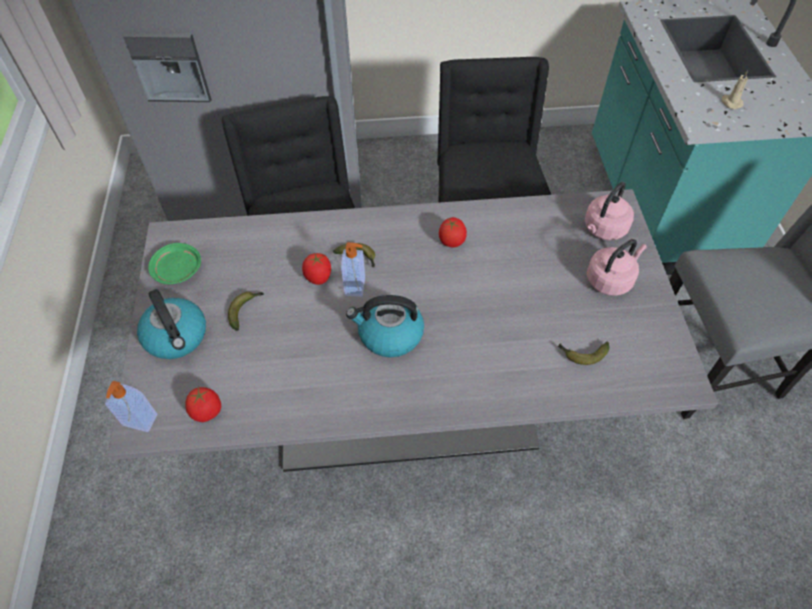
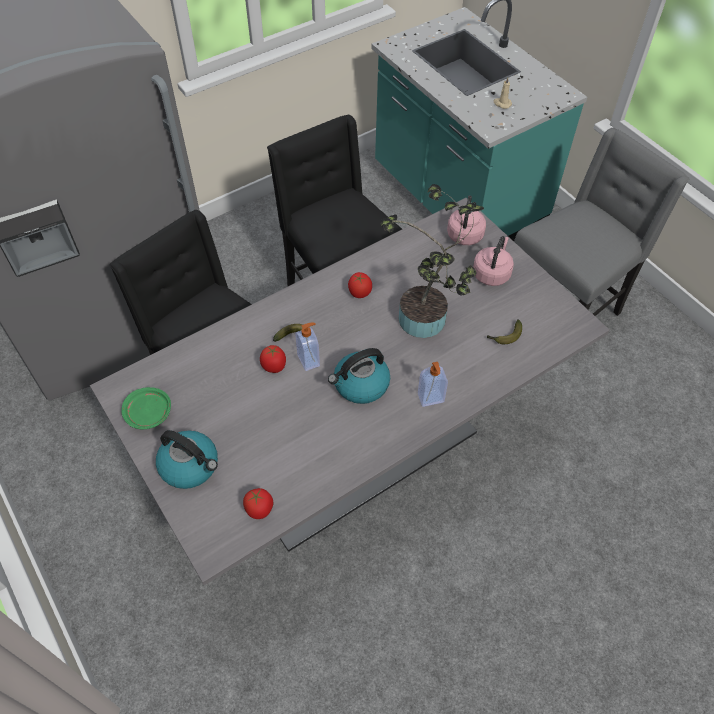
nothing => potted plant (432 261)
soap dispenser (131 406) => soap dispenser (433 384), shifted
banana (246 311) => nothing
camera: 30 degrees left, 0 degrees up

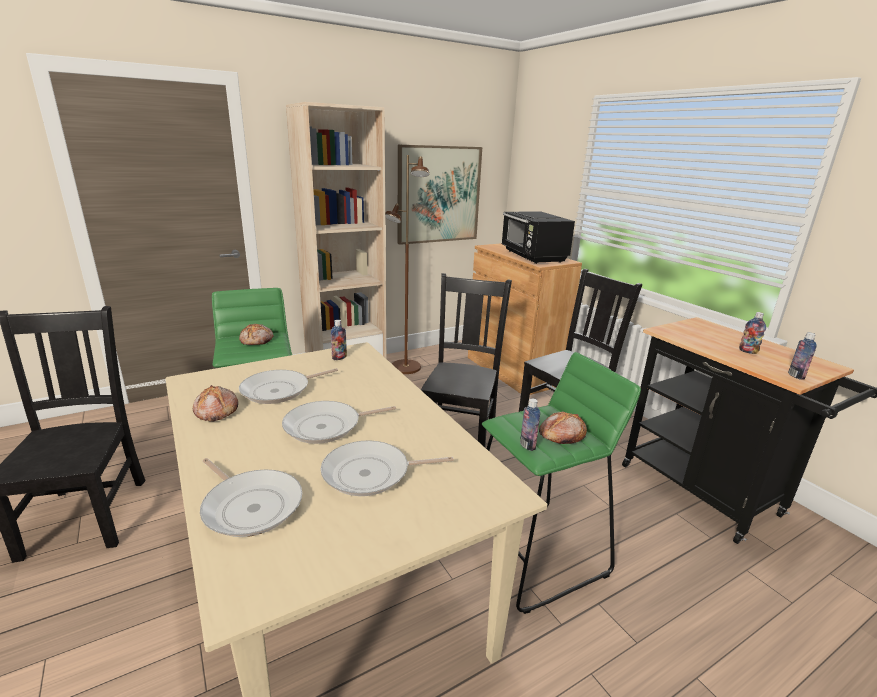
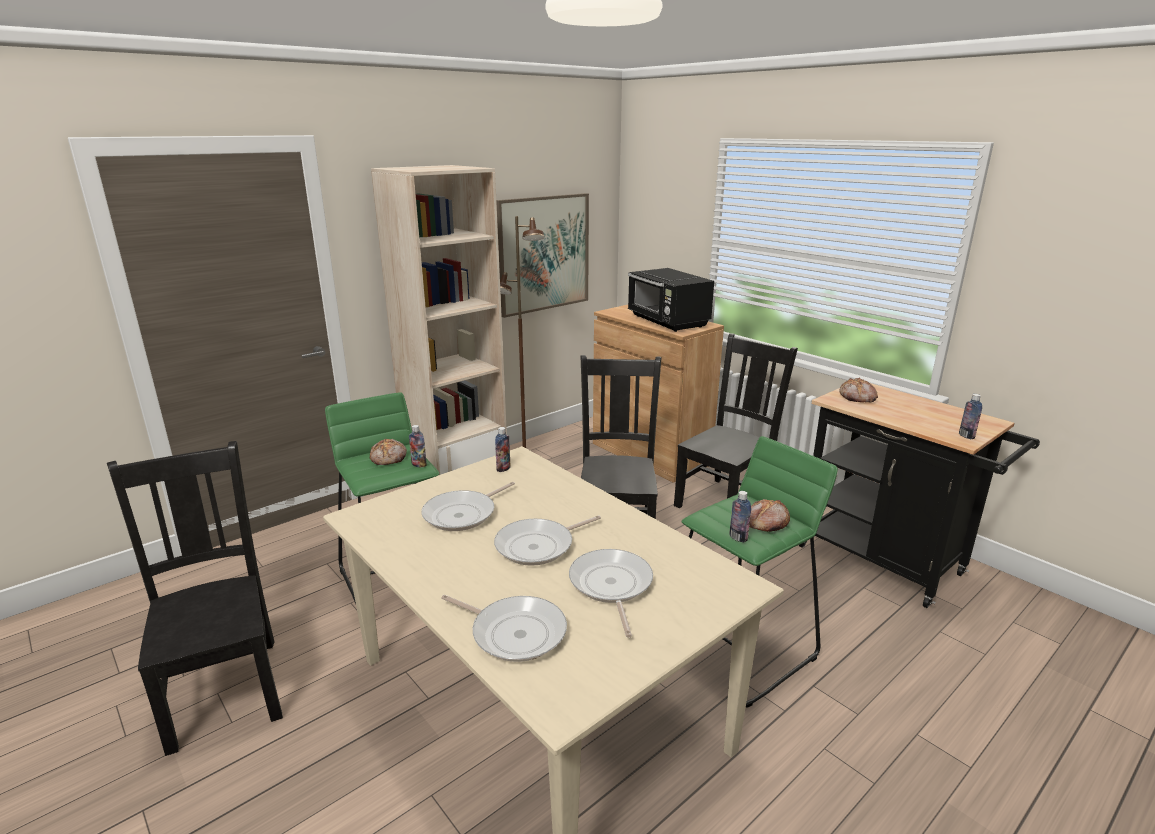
bottle (752 333) => bottle (418 446), shifted
frying pan (387 468) => frying pan (611 593), 105 degrees clockwise
bread (215 403) => bread (859 390), shifted
camera: 10 degrees left, 0 degrees up

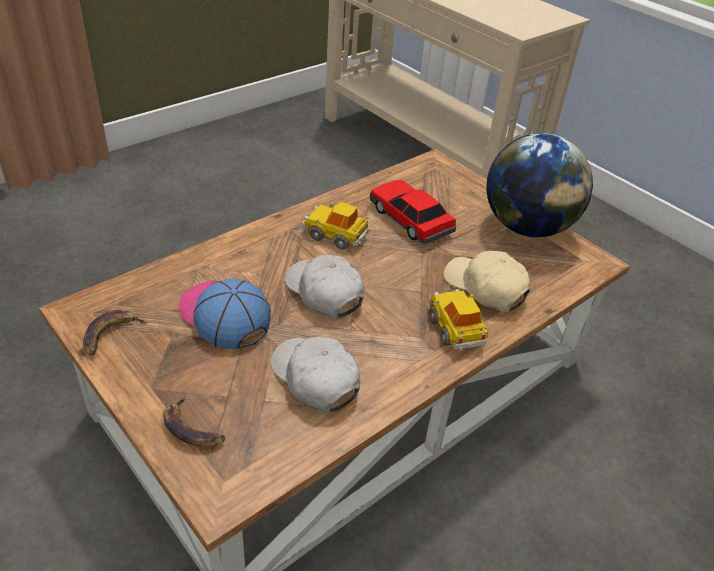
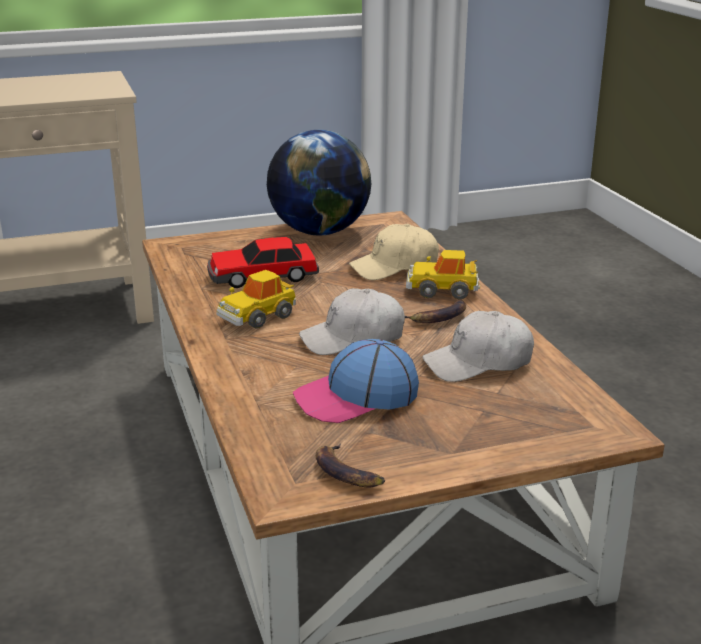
banana (194 421) => banana (435 311), shifted
camera: 65 degrees left, 15 degrees down

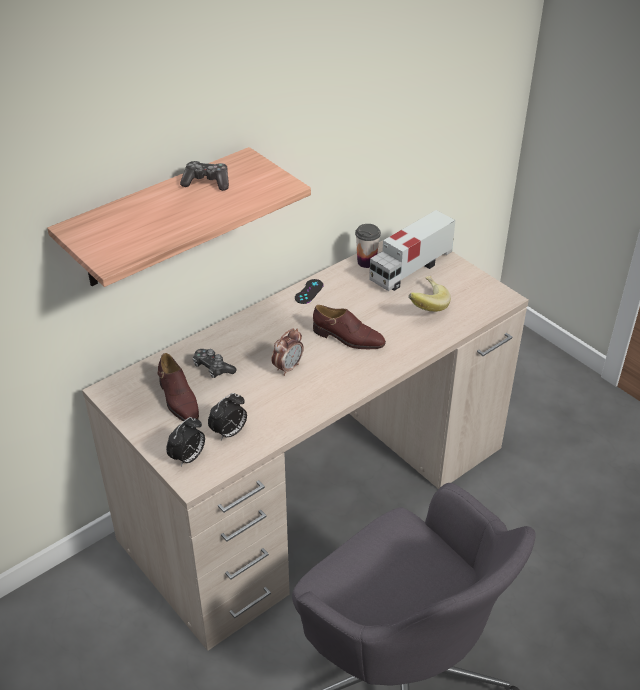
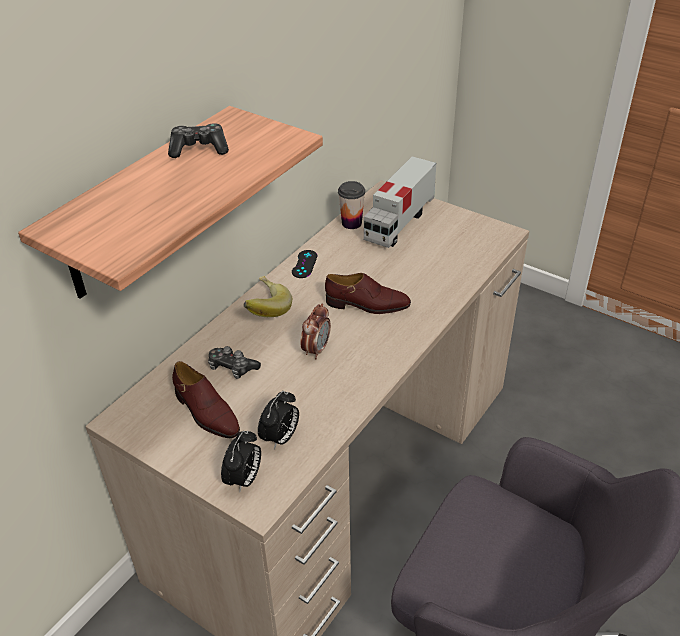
banana (429 294) => banana (267 296), shifted
camera: 15 degrees left, 0 degrees up

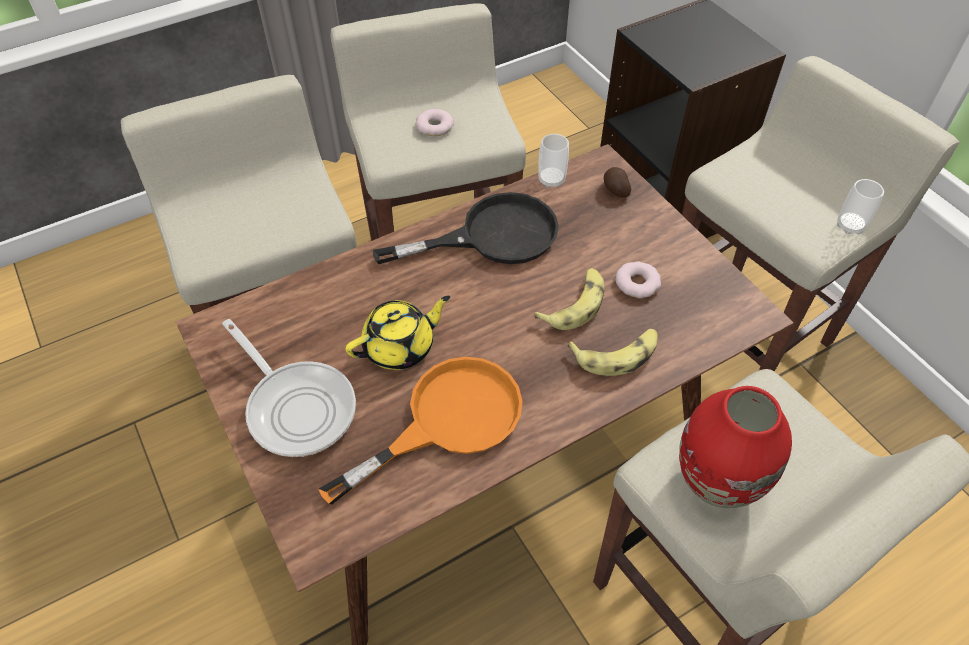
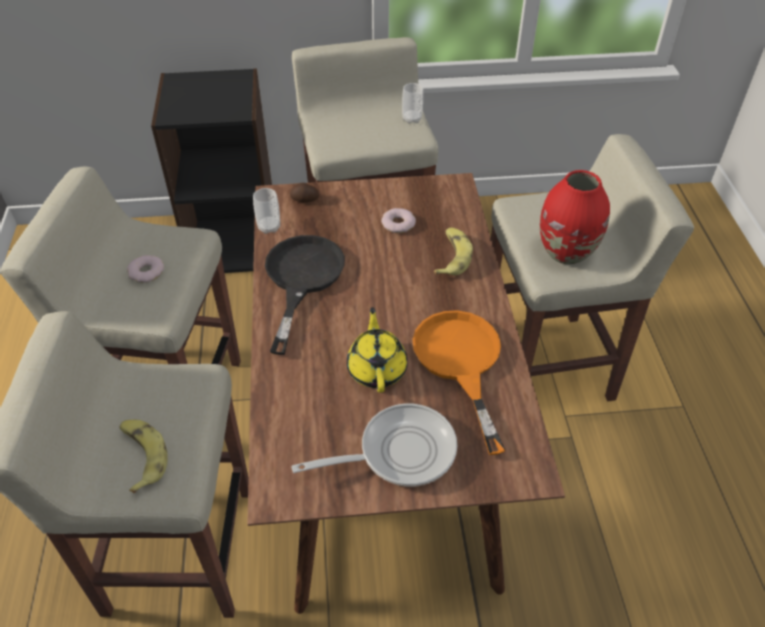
banana (569 299) => banana (143 456), shifted
camera: 65 degrees left, 5 degrees down

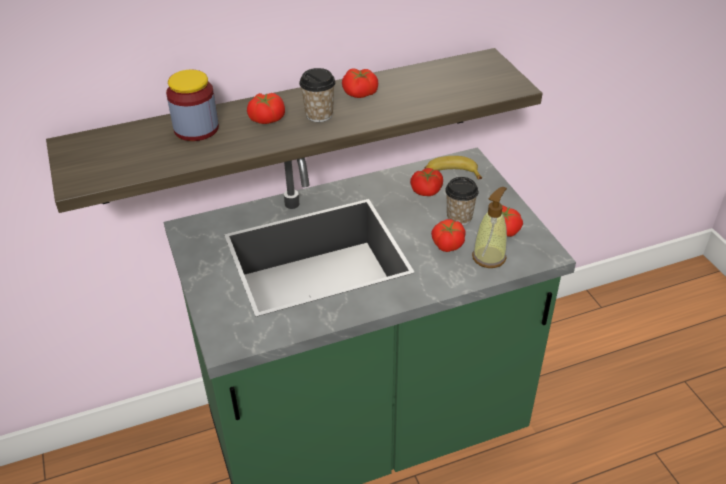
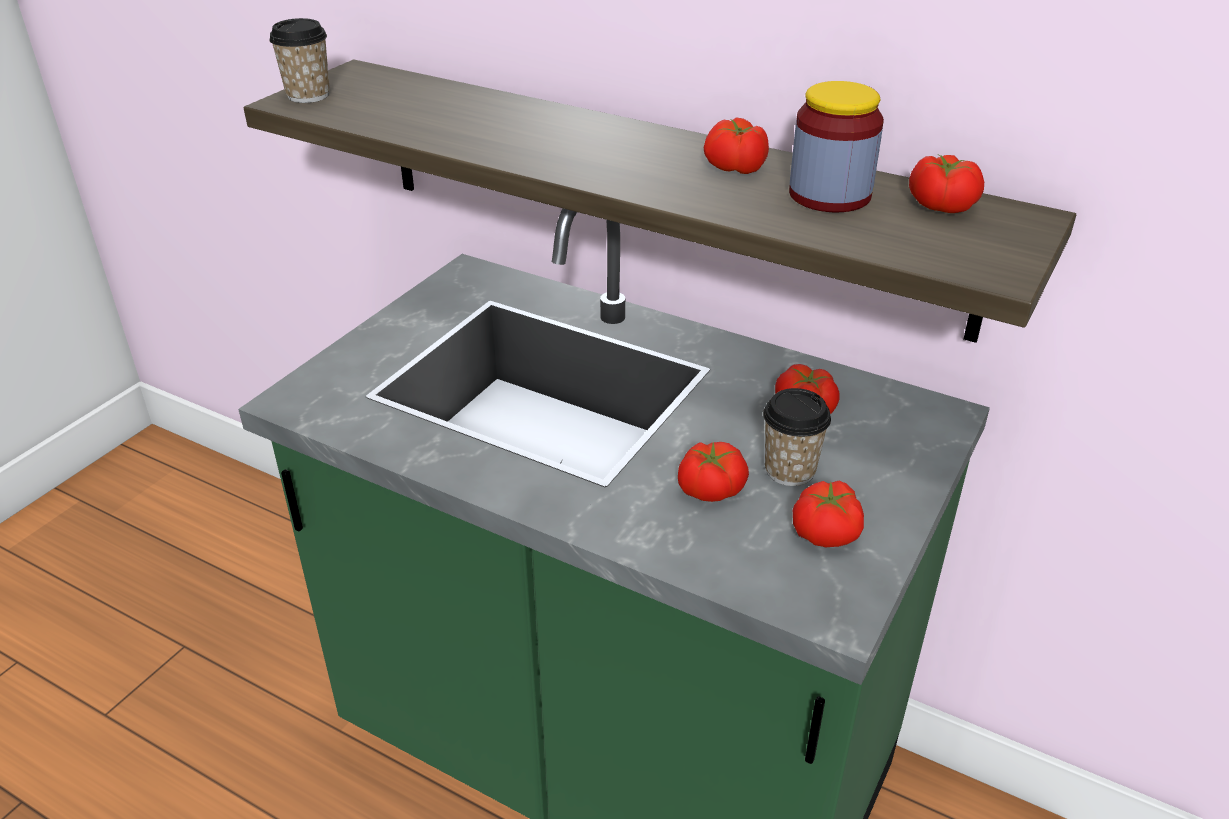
cup (317 95) => cup (299 60), shifted
jar (192 105) => jar (836 146), shifted
tomato (266 108) => tomato (946 184), shifted
banana (453 167) => nothing
soap dispenser (489 227) => nothing
camera: 50 degrees right, 5 degrees down

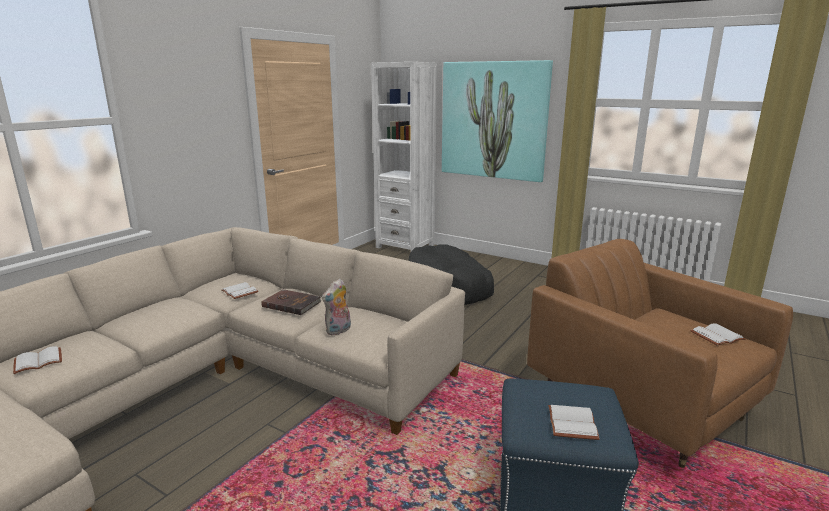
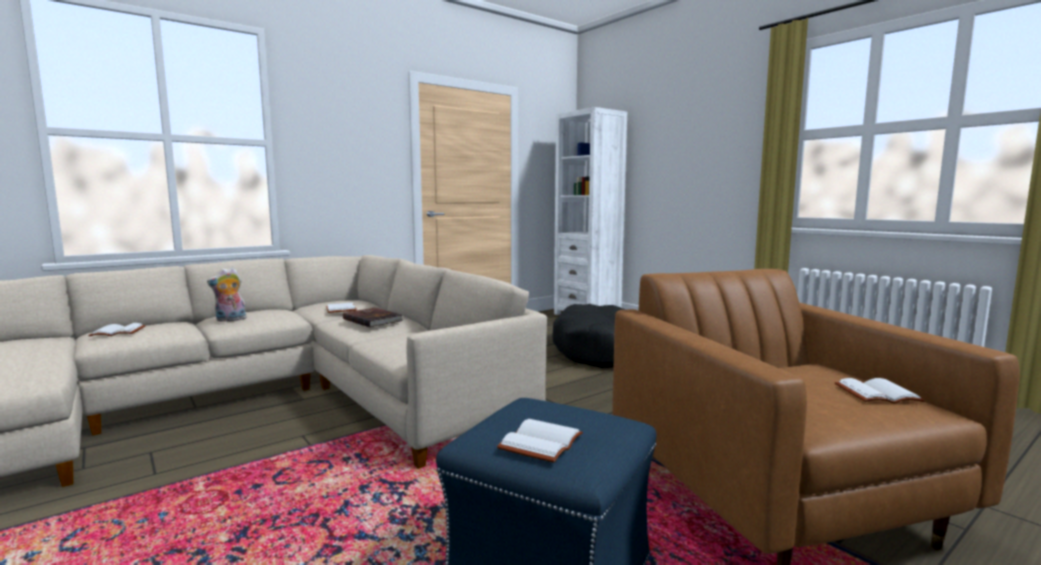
plush toy (336 307) => plush toy (227 295), shifted
picture (497 121) => nothing
camera: 20 degrees right, 10 degrees down

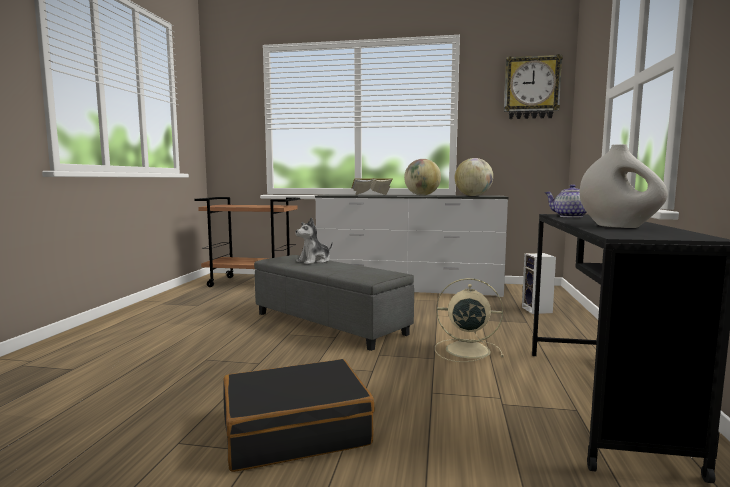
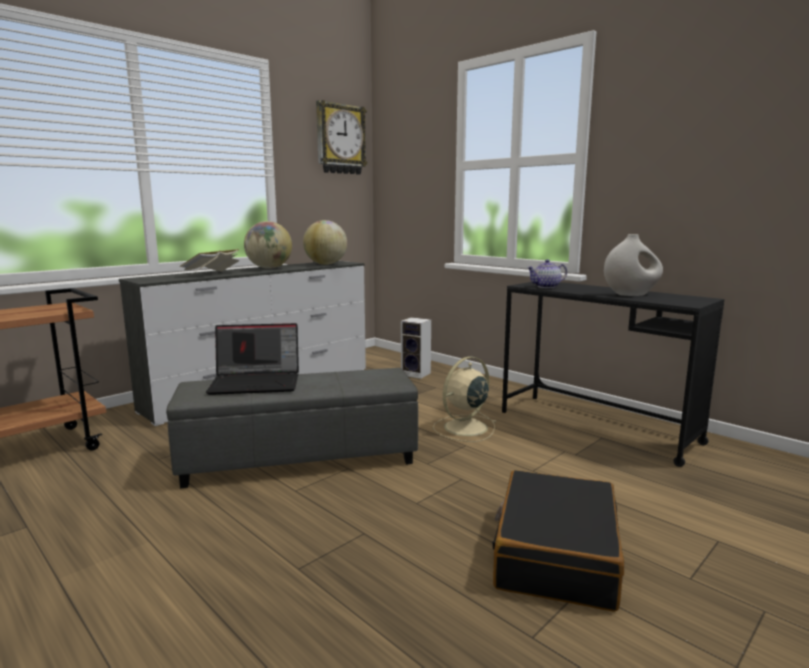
plush toy (314 240) => laptop (252 359)
camera: 55 degrees left, 5 degrees up

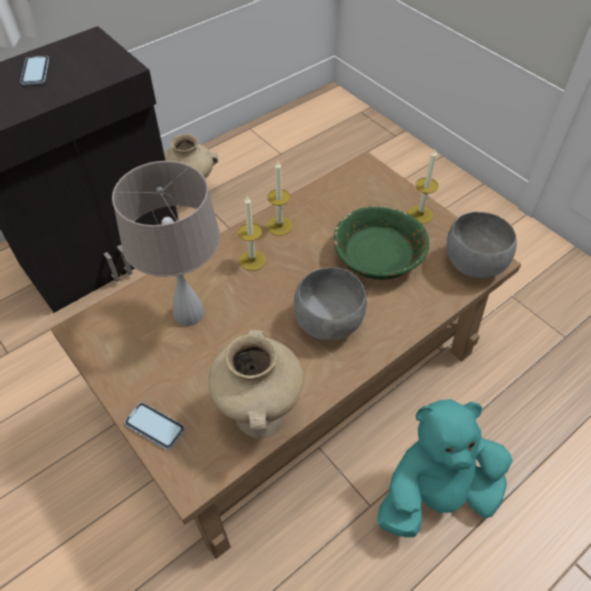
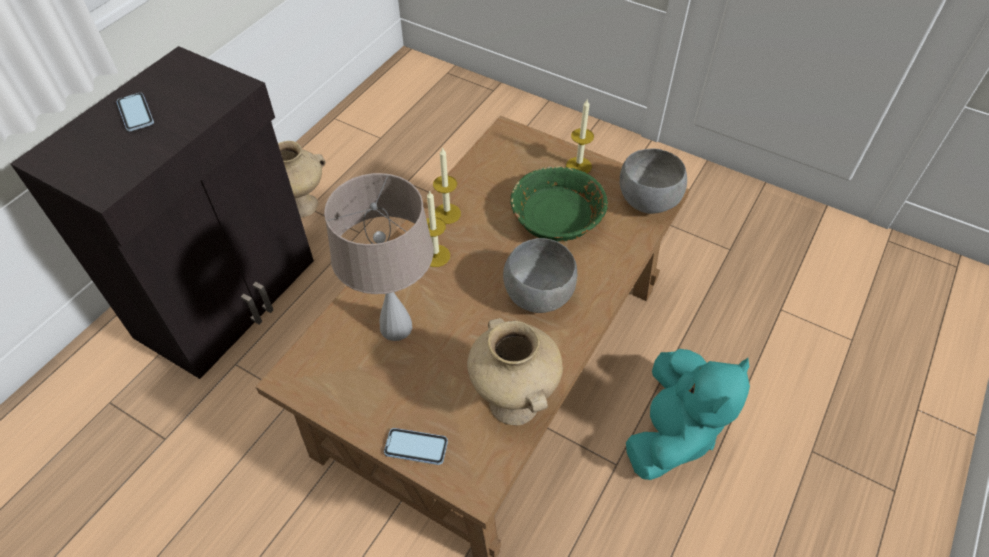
plush toy (turquoise) (445 468) => plush toy (turquoise) (688 414), 150 degrees clockwise
camera: 20 degrees left, 0 degrees up

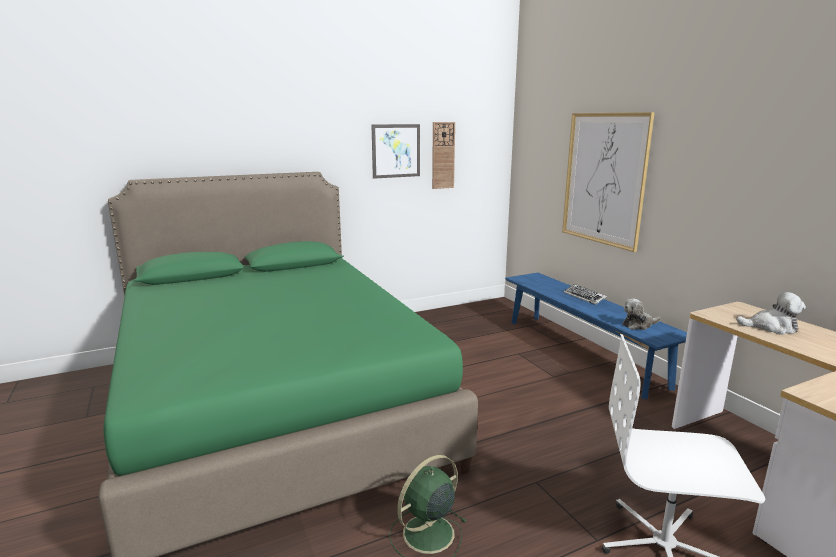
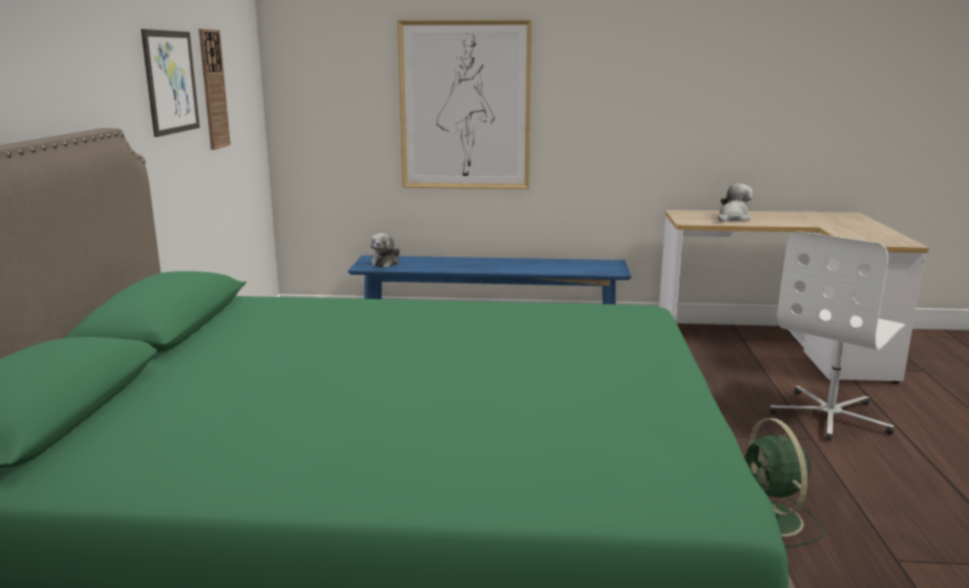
plush toy (641 314) => plush toy (385 250), shifted
keyboard (585 294) => nothing
camera: 60 degrees left, 0 degrees up

